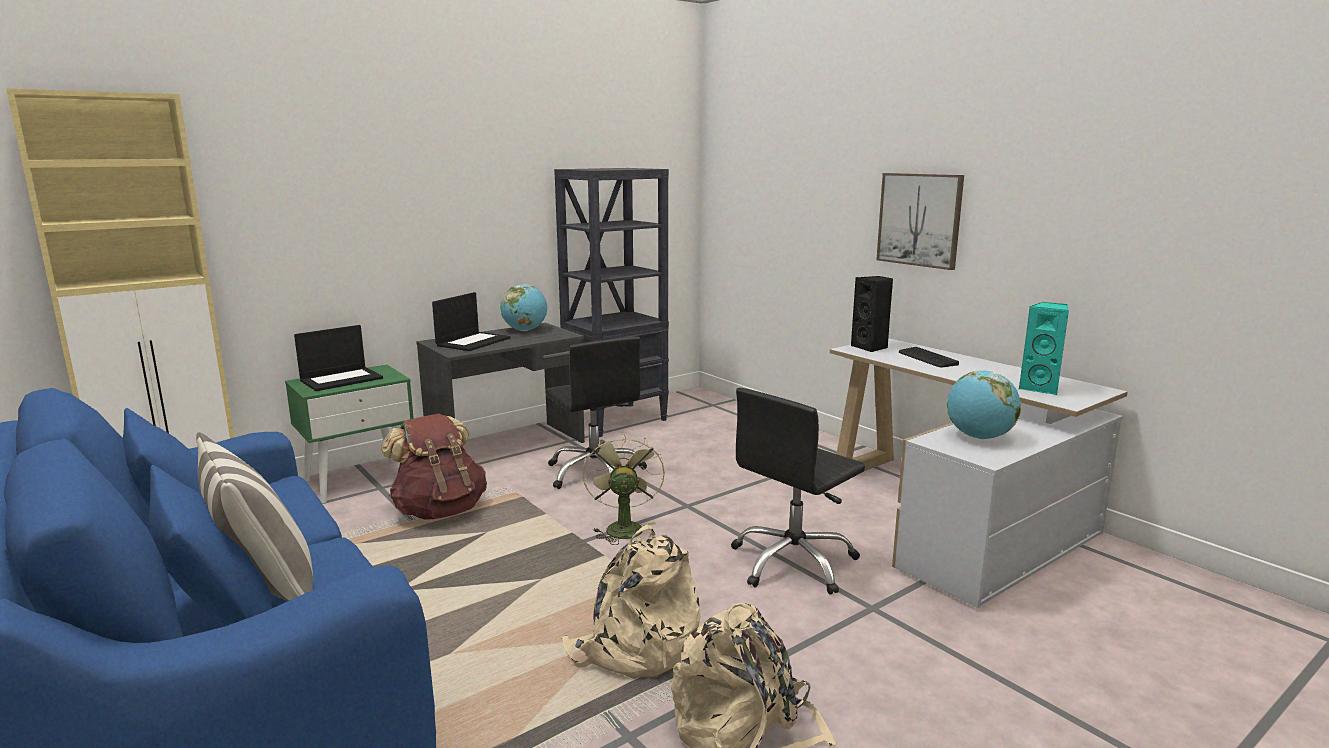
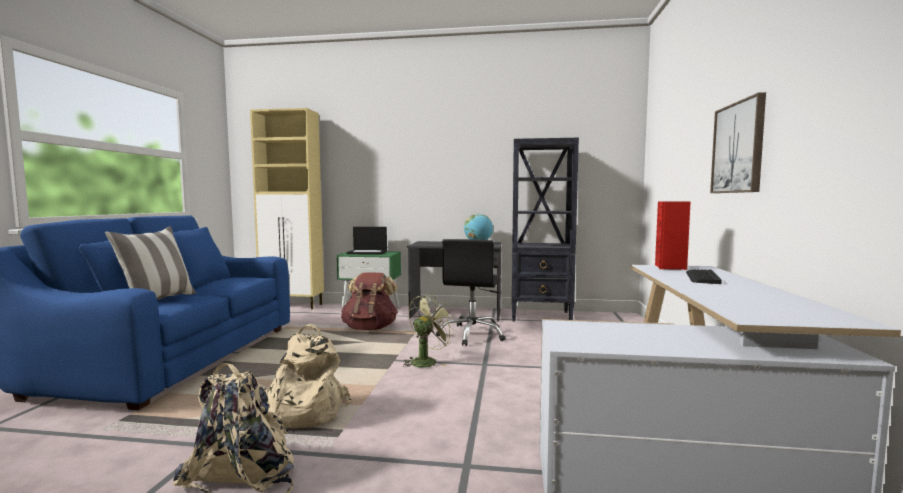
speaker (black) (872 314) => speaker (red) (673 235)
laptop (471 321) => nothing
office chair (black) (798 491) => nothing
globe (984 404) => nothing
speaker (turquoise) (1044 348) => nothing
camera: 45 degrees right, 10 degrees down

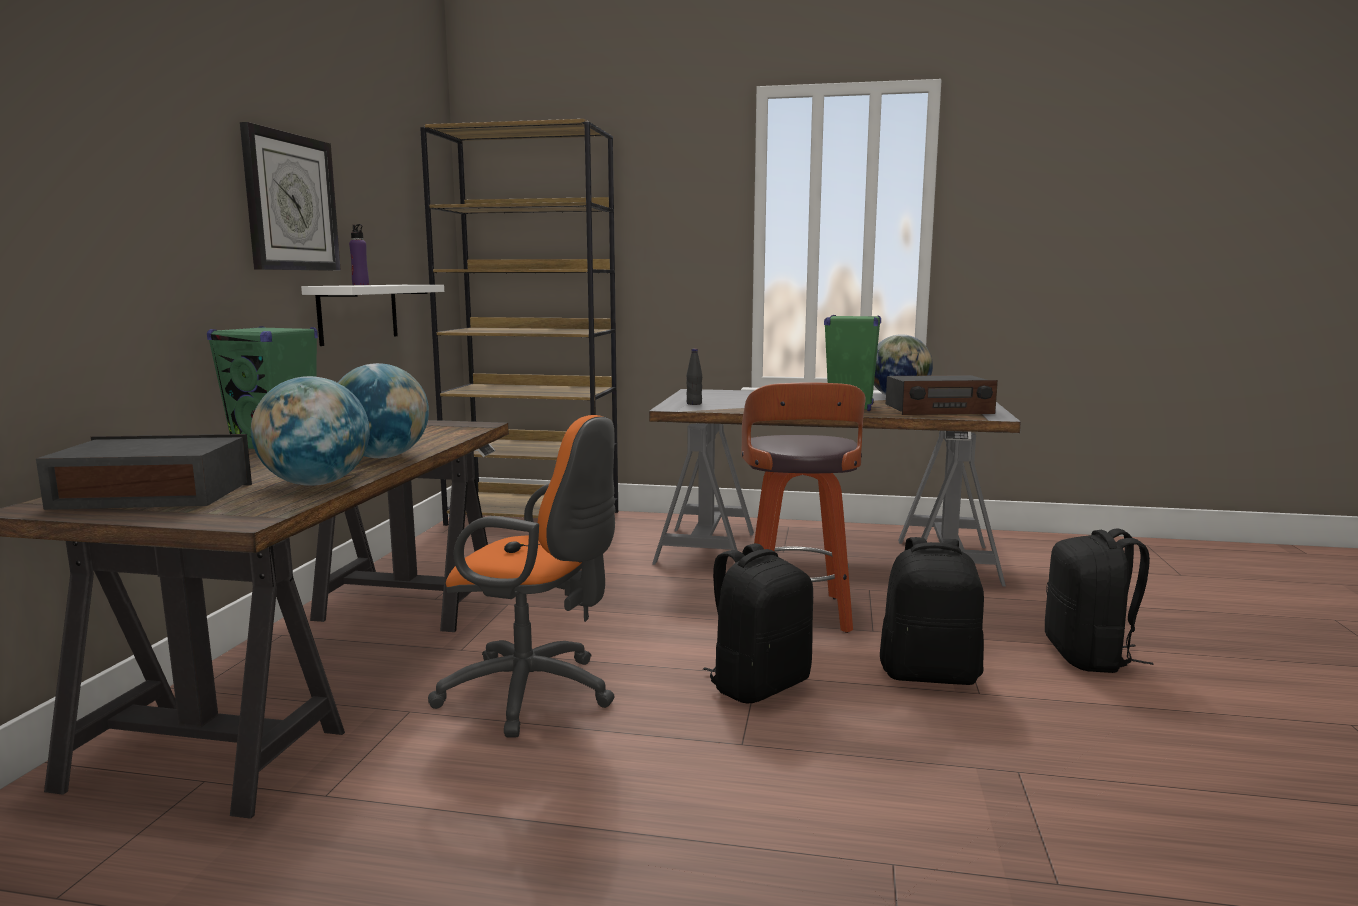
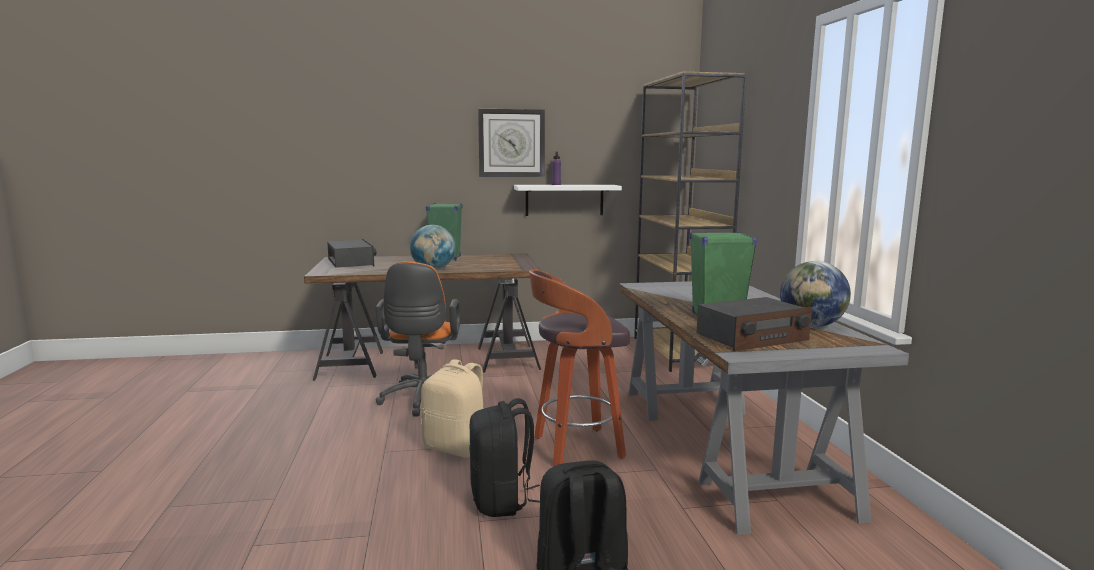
backpack (black) (758 623) => backpack (beige) (452 408)
radio (942 395) => radio (754 324), 90 degrees counterclockwise
globe (310 431) => nothing
bottle (black) (694 377) => nothing
camera: 70 degrees right, 0 degrees up

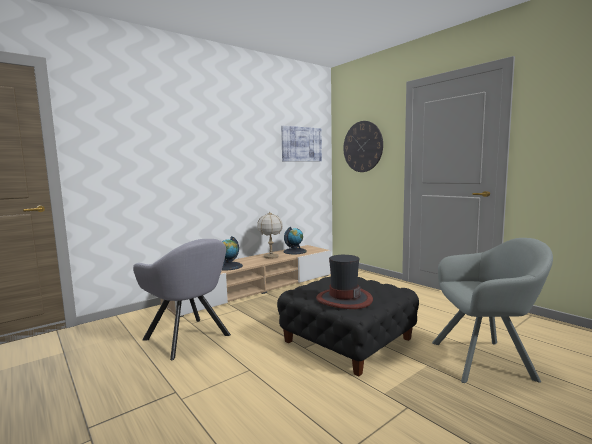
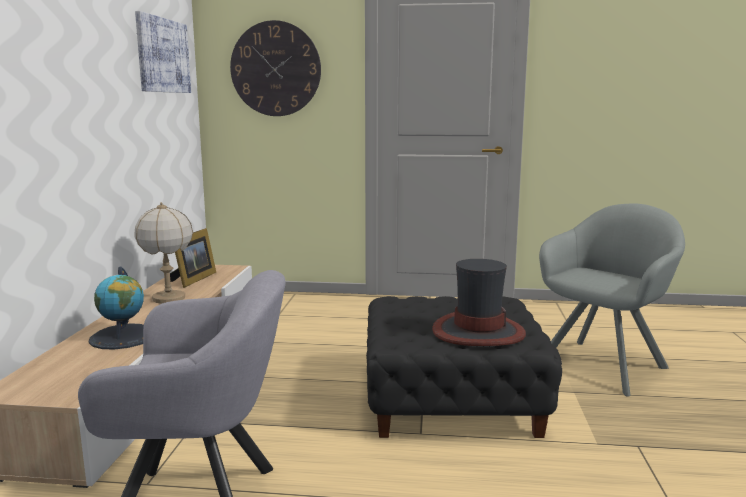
globe (295 240) => picture frame (193 258)
camera: 45 degrees left, 5 degrees up

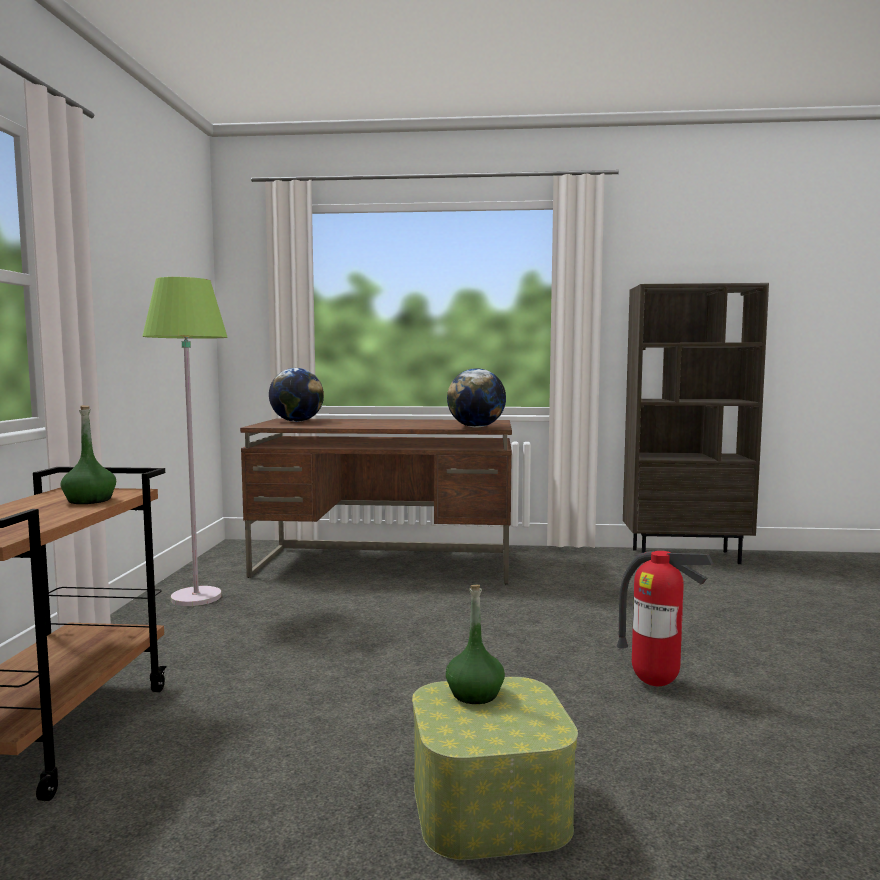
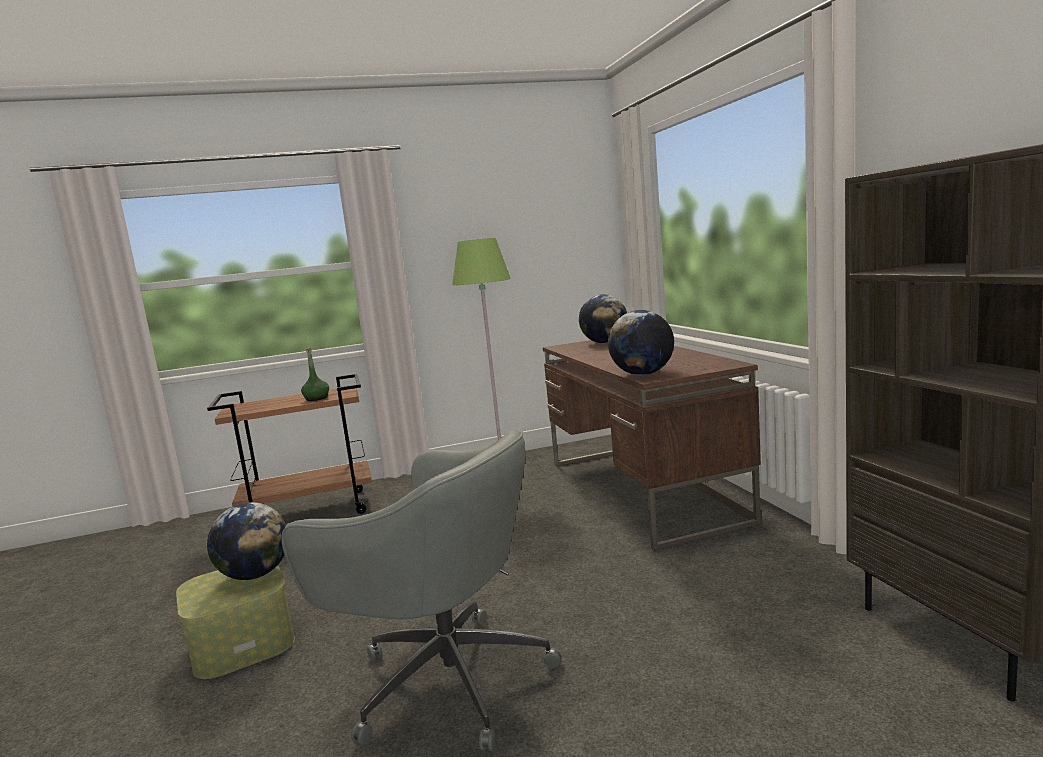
bottle (green) (475 644) => globe (246 541)
fire extinguisher (665 618) => office chair (grey) (421 590)
camera: 70 degrees right, 5 degrees up

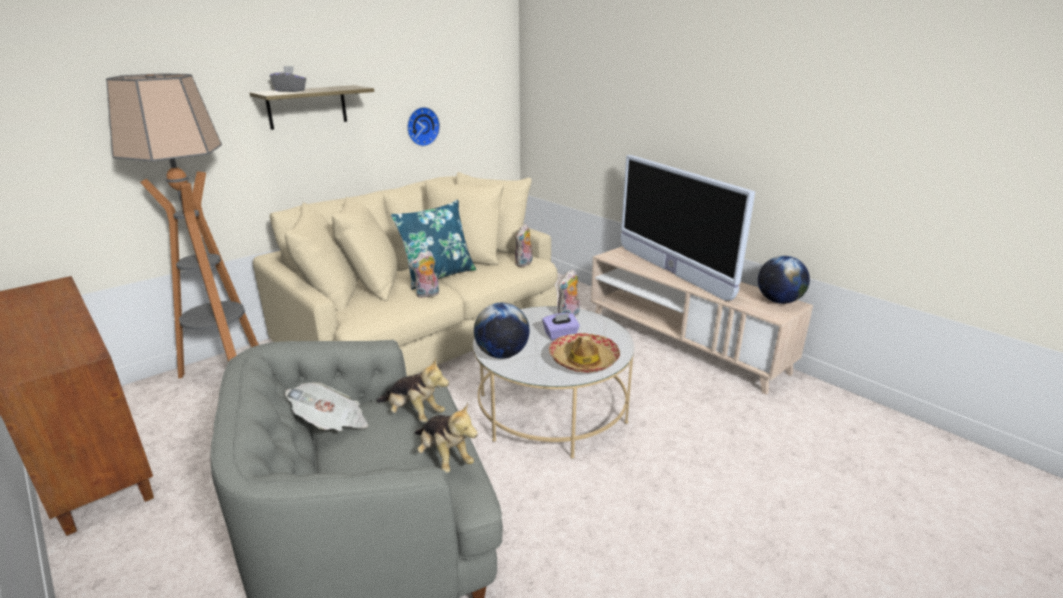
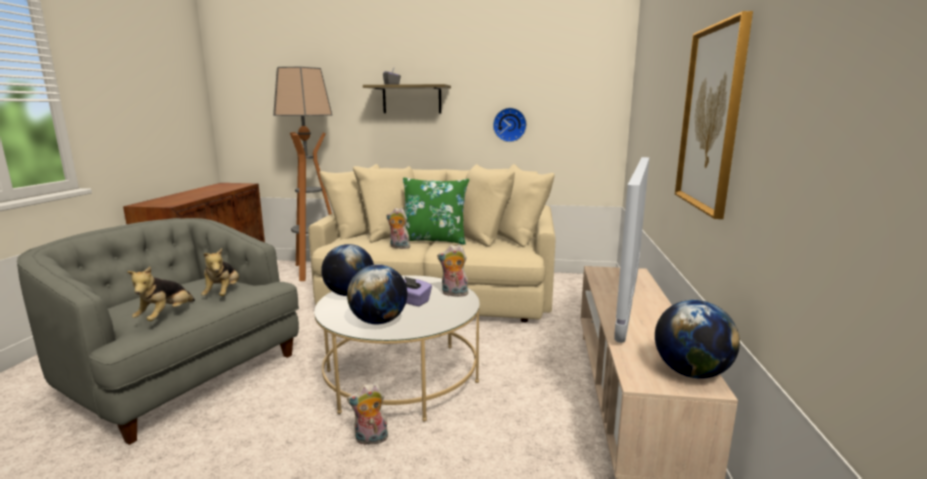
hat (584 353) => globe (377 294)
plush toy (524 245) => plush toy (367 413), shifted
pillow (blue) (433 245) => pillow (green) (436 211)
nothing => picture (714 115)
newspaper (326 406) => nothing
camera: 50 degrees right, 10 degrees down

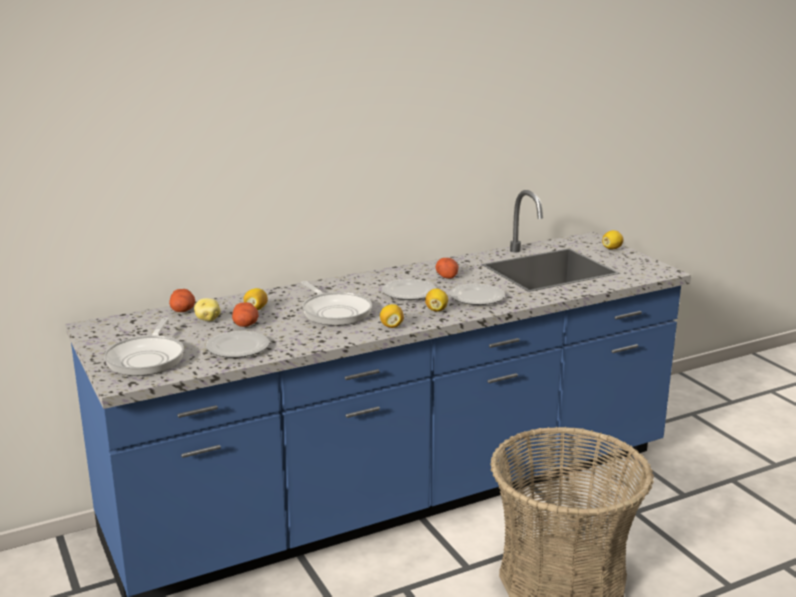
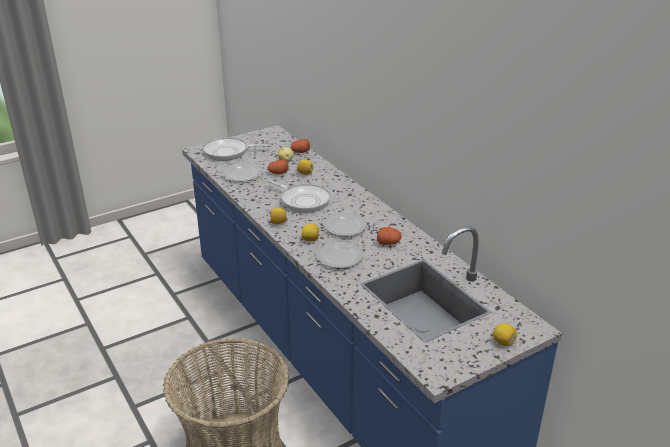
frying pan (336 303) => frying pan (298 196), 105 degrees counterclockwise
camera: 85 degrees right, 10 degrees up

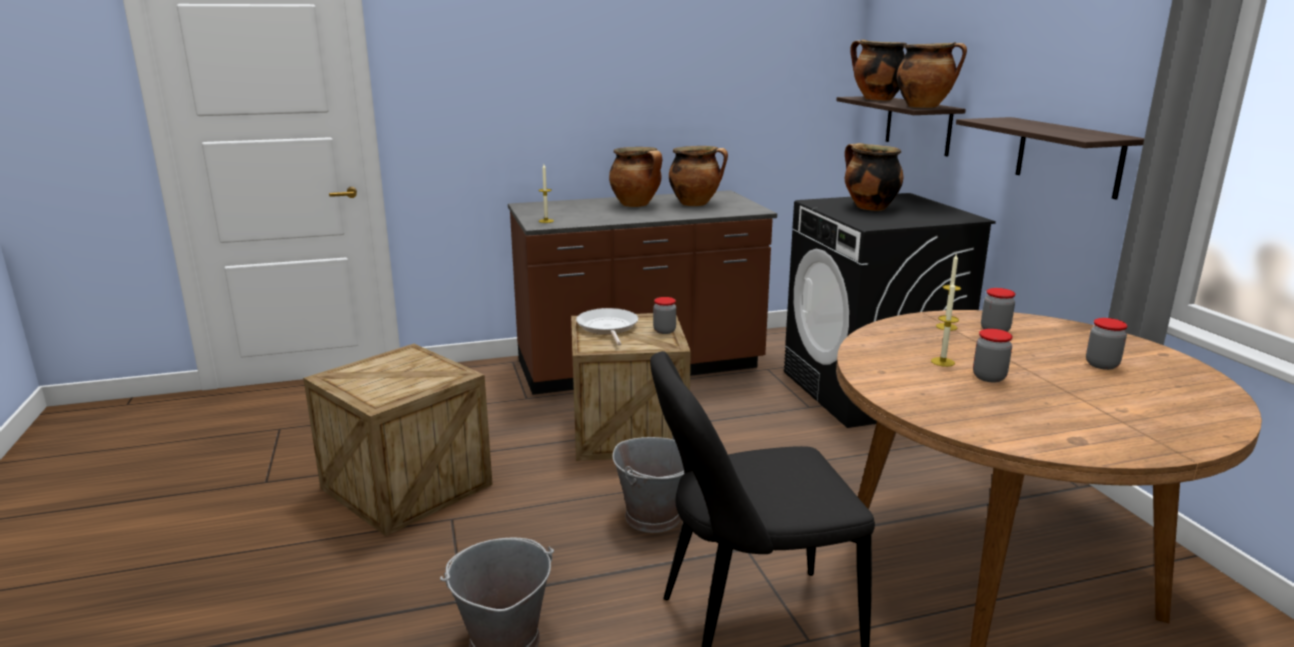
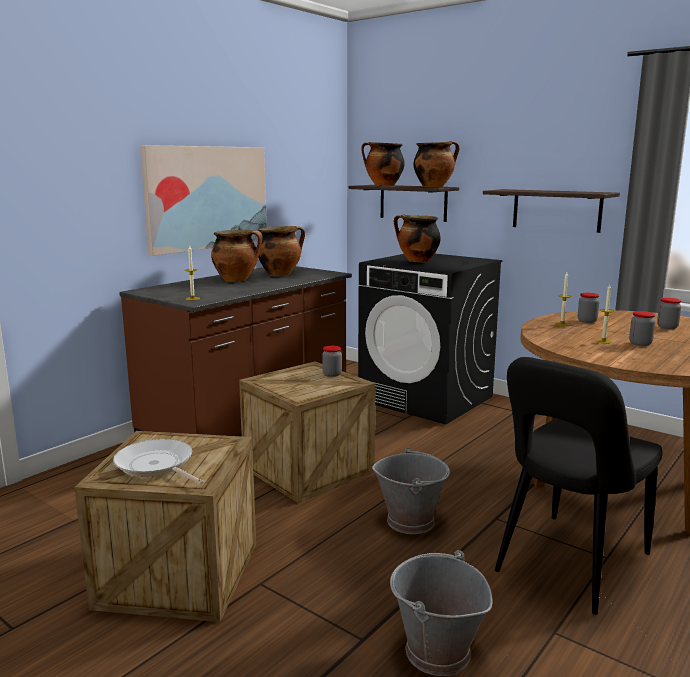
frying pan (607 327) => frying pan (158 462), shifted
nothing => picture (203 200)
camera: 35 degrees left, 5 degrees down

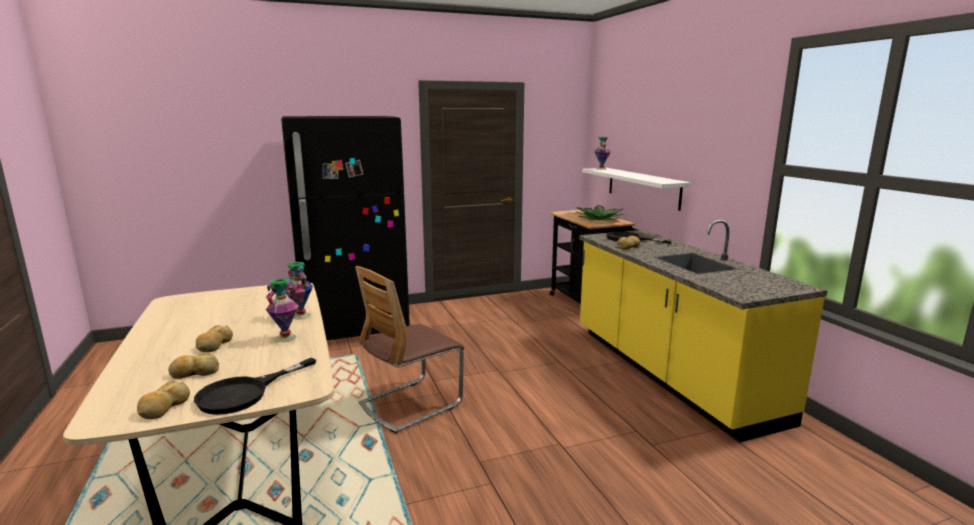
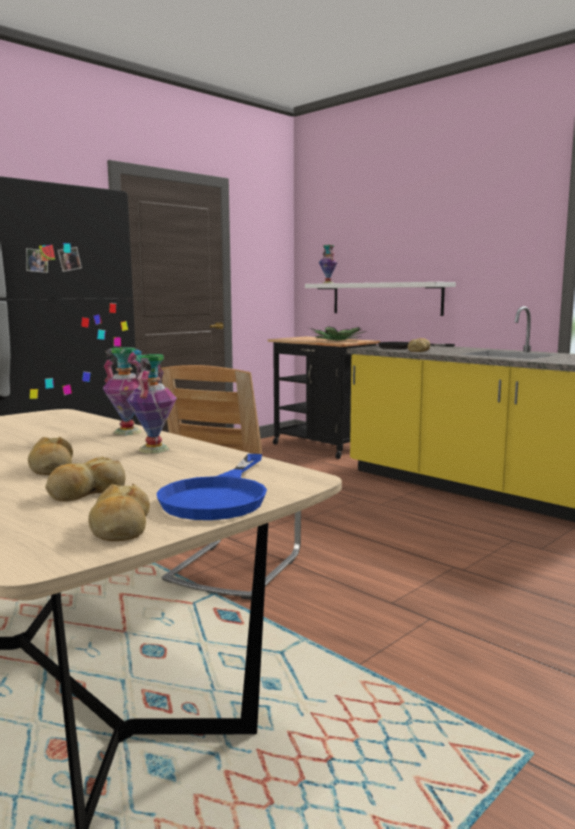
frying pan (black) (255 386) => frying pan (blue) (211 487)
camera: 25 degrees left, 5 degrees down

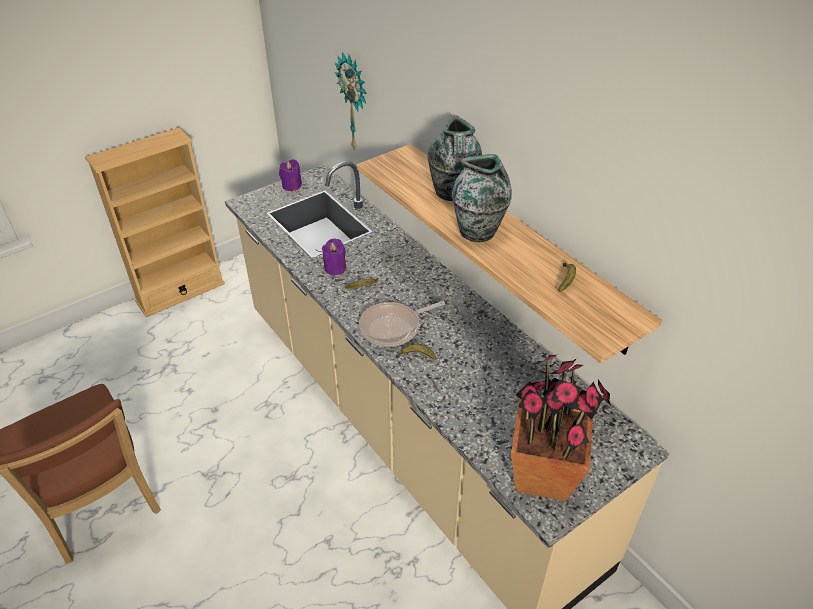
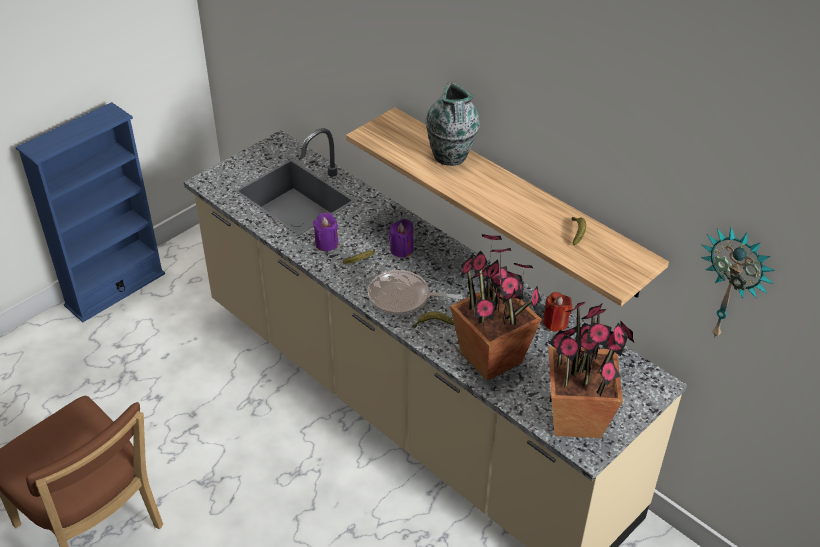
bookcase (beige) (155 222) => bookcase (blue) (90 212)
frying pan (402 324) => frying pan (415 292), 45 degrees clockwise
candle (purple) (290 175) => candle (purple) (401 238), shifted
nothing => potted plant (496 307)
nothing => candle (red) (557 311)
wall clock (351 101) => wall clock (738 282), shifted
vase (482 198) => nothing
camera: 10 degrees left, 0 degrees up

